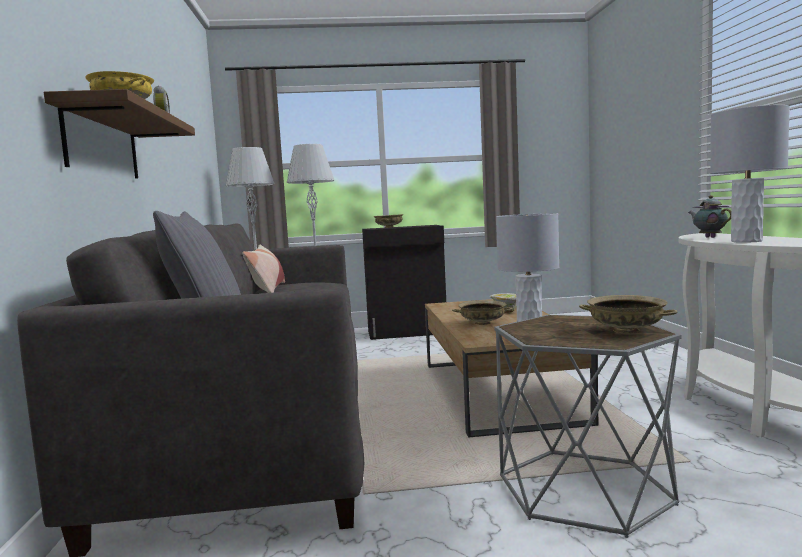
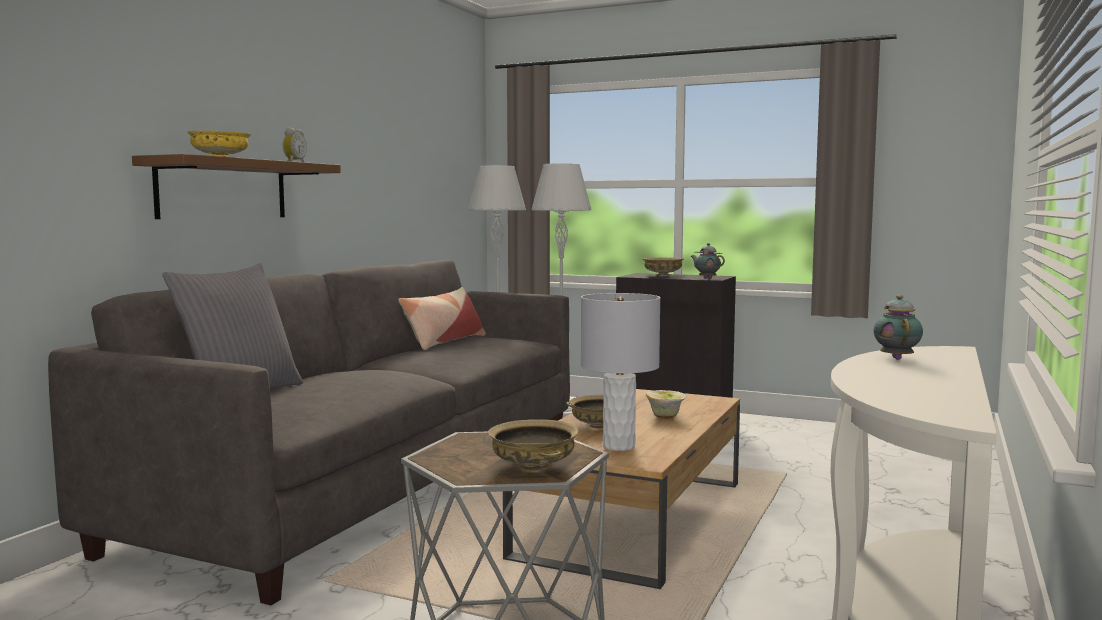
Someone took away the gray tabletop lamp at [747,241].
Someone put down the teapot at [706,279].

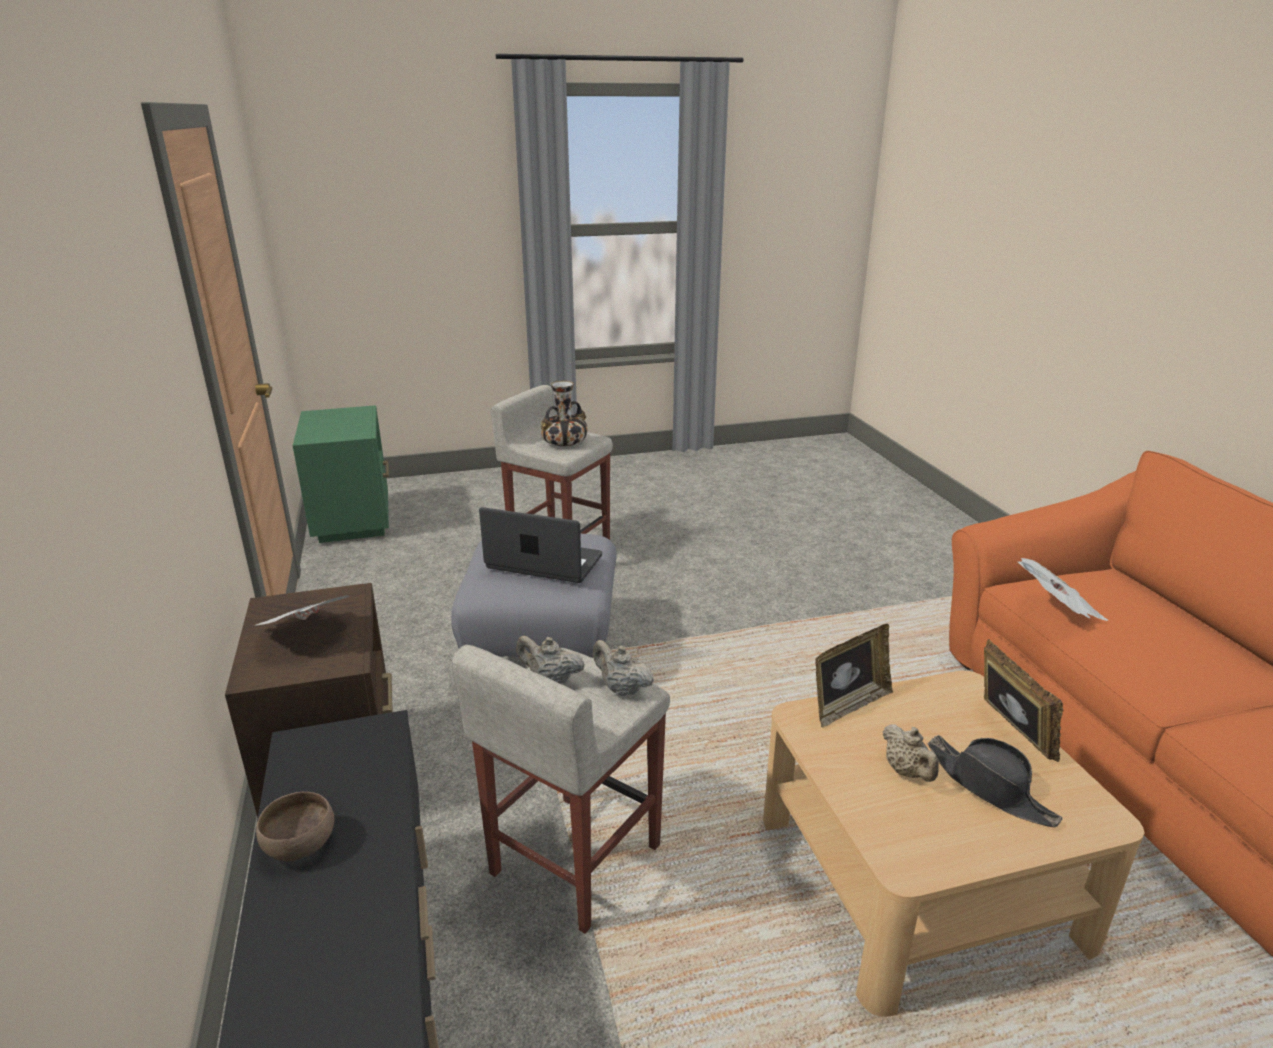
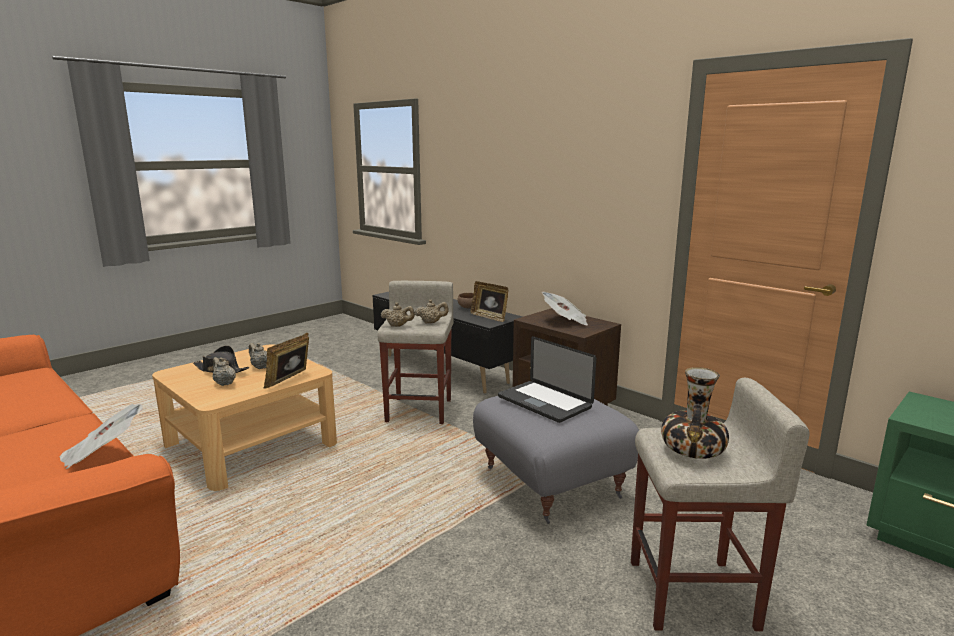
Someone rotated the portable computer at [544,562] by 60 degrees clockwise.
Someone carried the picture frame from [1010,732] to [489,317].
Someone put down the sand-coloured teapot at [224,383].

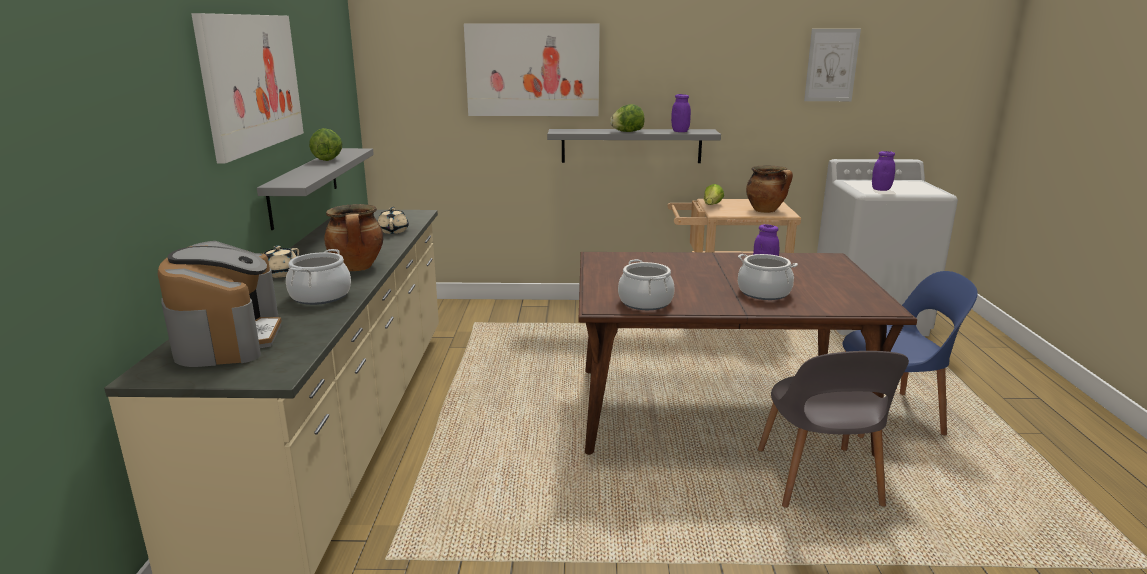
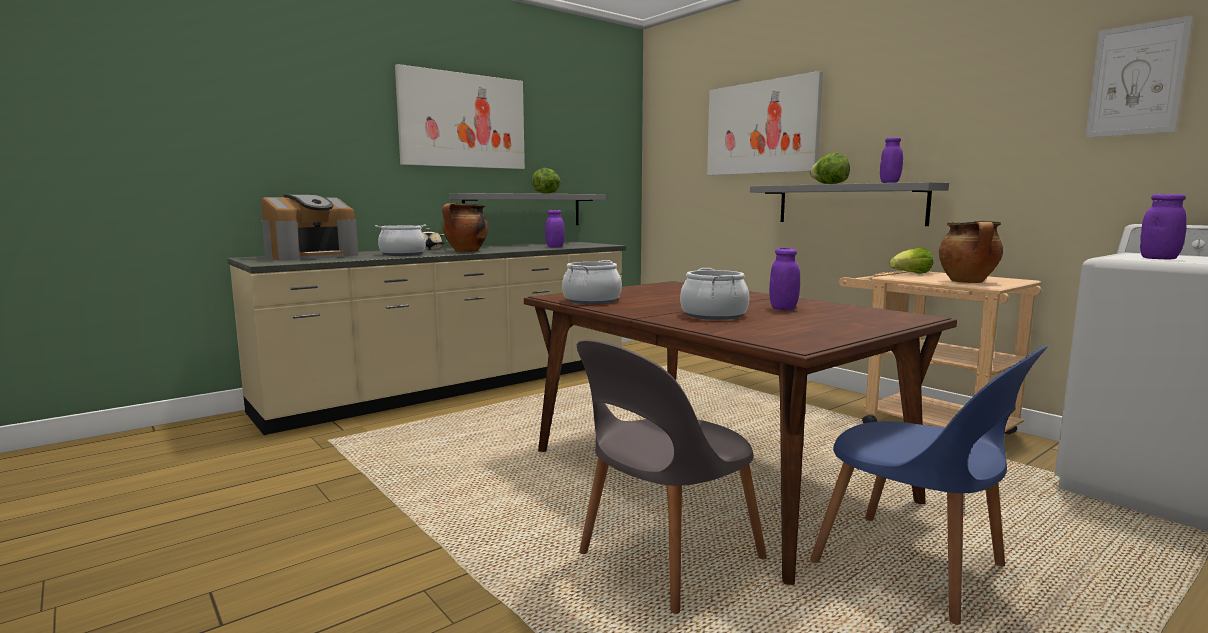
Someone swapped the sand-coloured teapot at [393,231] for the purple preserve jar at [555,247].

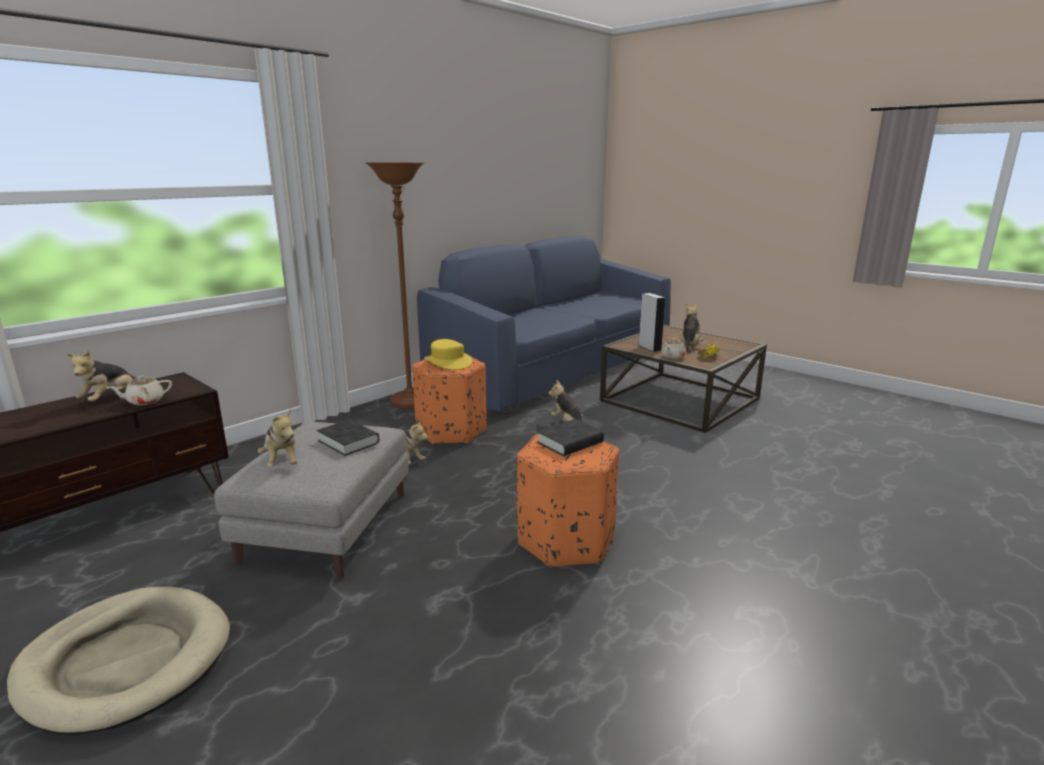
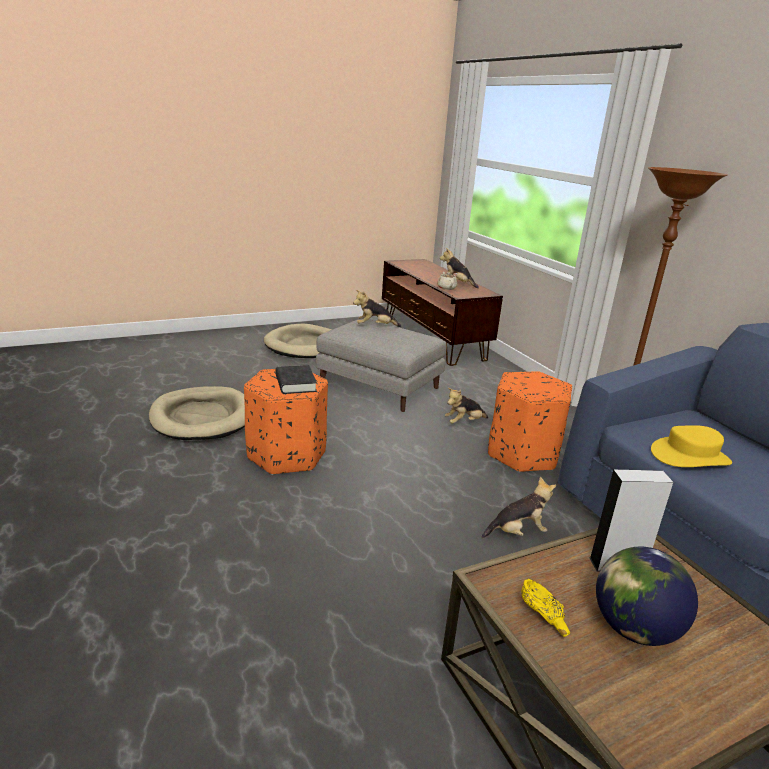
Someone swapped the cuddly toy at [689,345] for the globe at [633,628].
Someone took away the sand-coloured teapot at [672,357].
Someone carried the yellowish hat from [448,362] to [690,456].
Someone took away the black-coloured book at [348,442].
Someone put down the sand-coloured pet bed at [202,417].

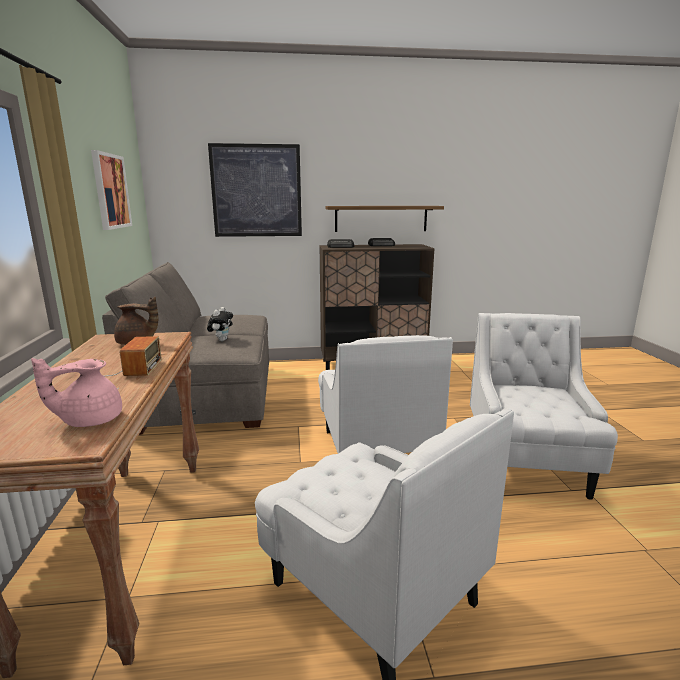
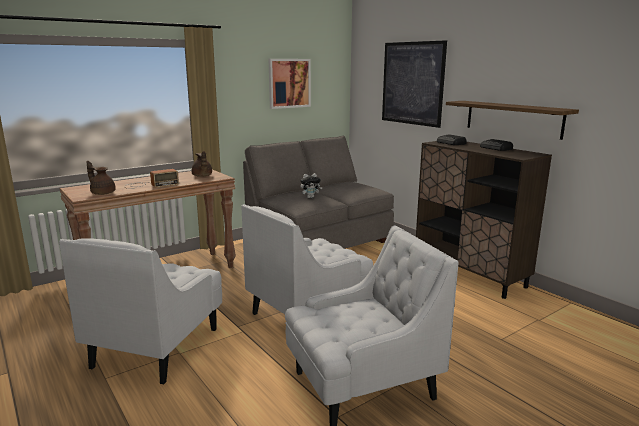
Someone repainted the pink-coloured teapot at [90,420], which became the brownish teapot at [102,193].

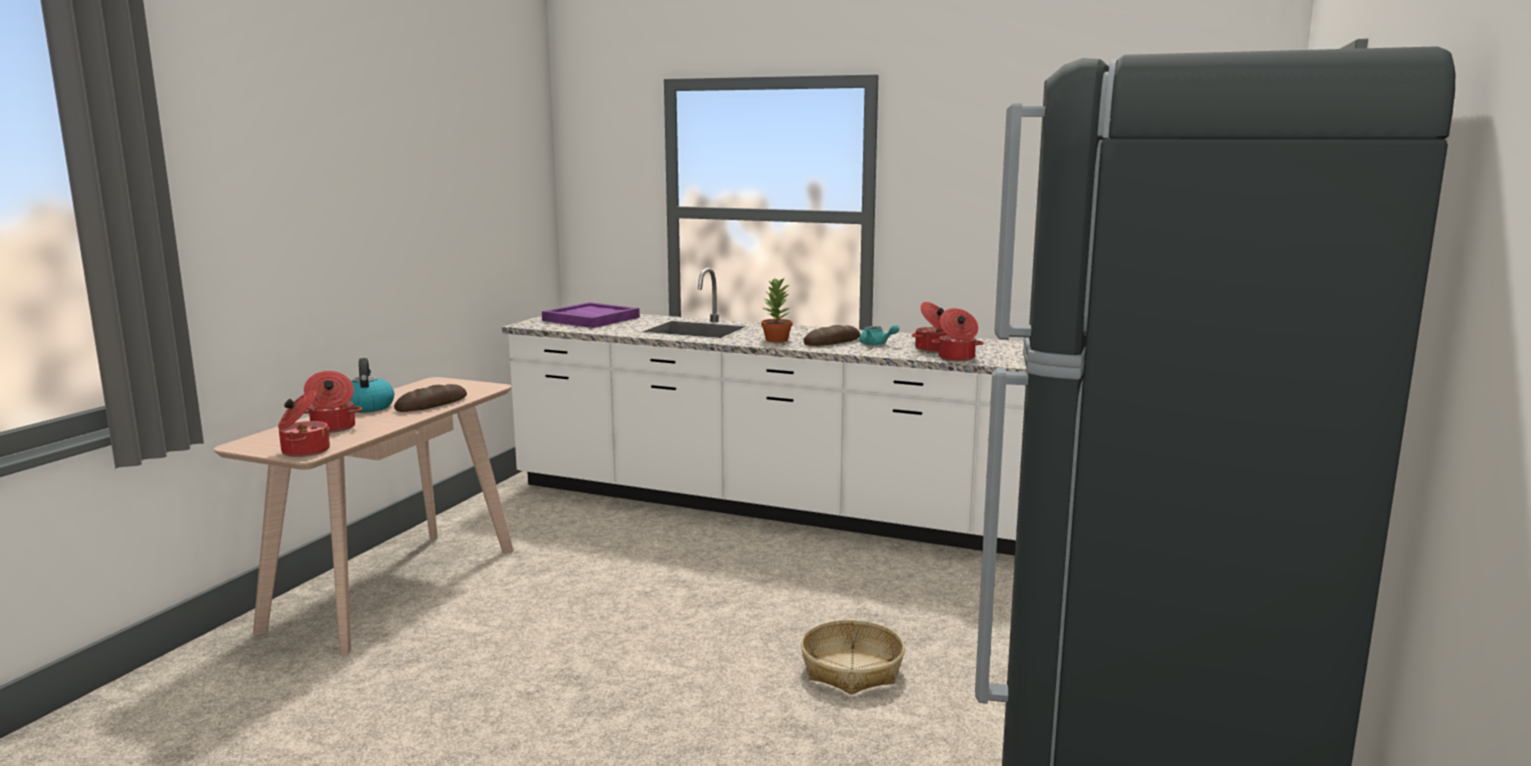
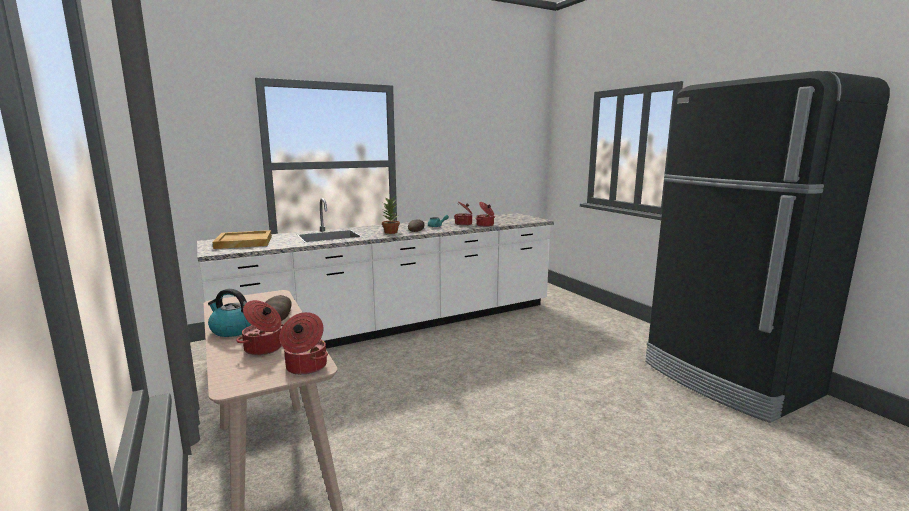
Someone repainted the purple carrying tray at [590,319], which became the sand-coloured carrying tray at [243,242].
Someone took away the basket at [852,669].

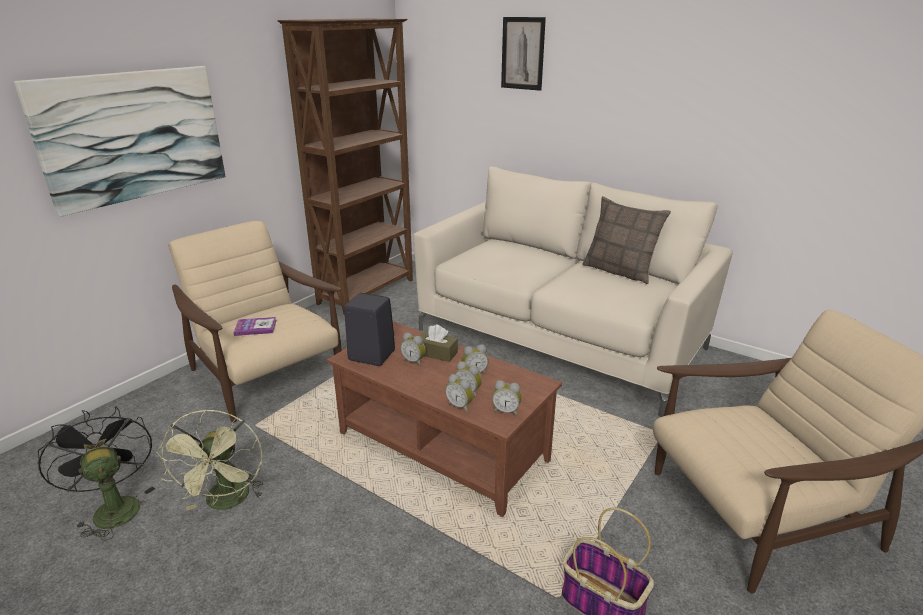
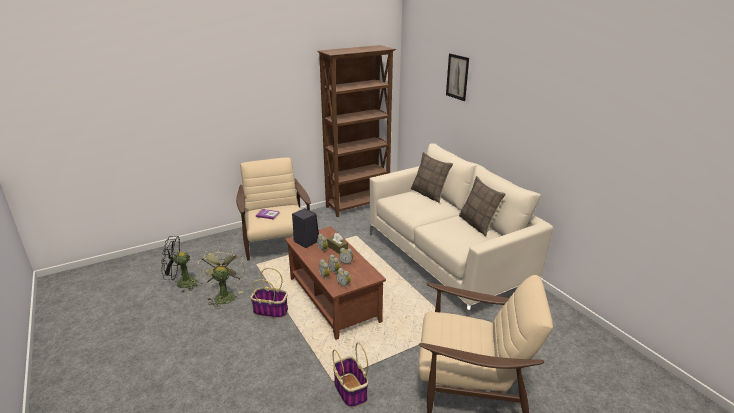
Someone took away the wall picture at [133,135].
Someone rotated the black-coloured electric fan at [113,507] by 90 degrees counterclockwise.
Someone rotated the green electric fan at [227,503] by 150 degrees clockwise.
Someone put down the cushion at [429,194].
Someone put down the basket at [271,311].

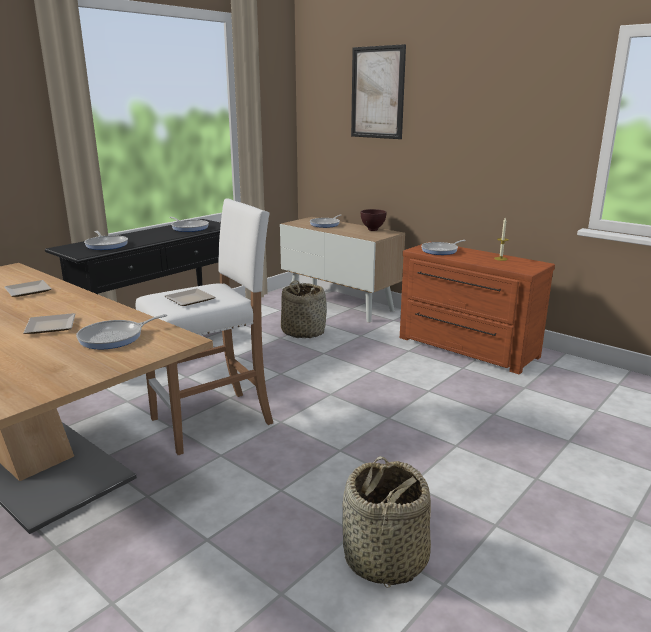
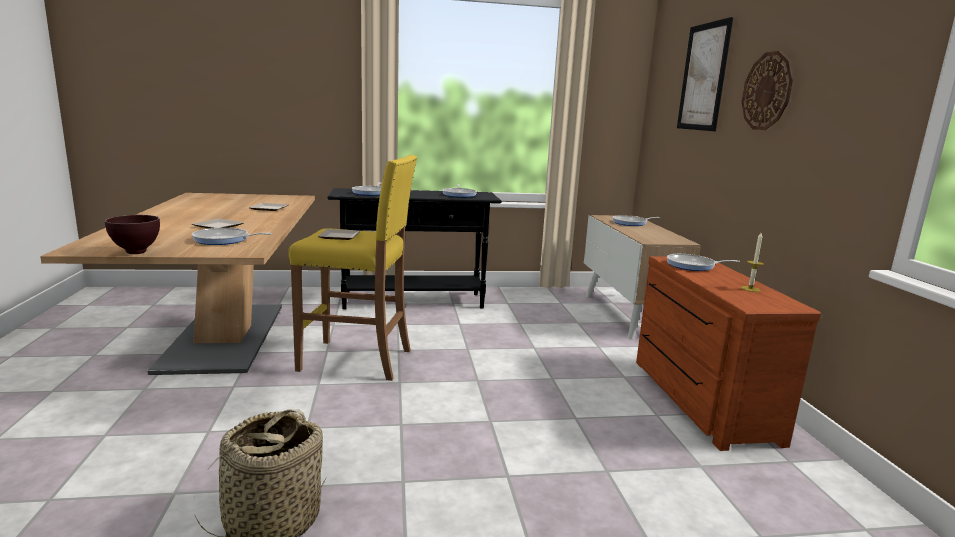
Someone repainted the white sitting stool at [213,421], which became the yellowish sitting stool at [357,360].
Someone carried the brownish serving bowl from [373,230] to [135,253].
Someone took away the basket at [303,332].
Someone put up the clock on the wall at [767,91].

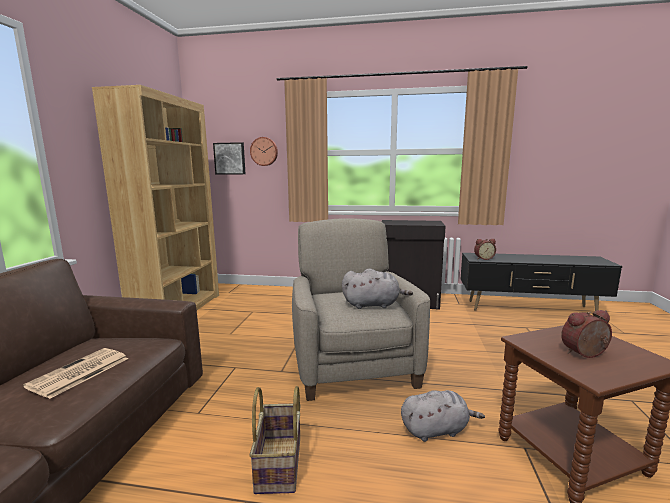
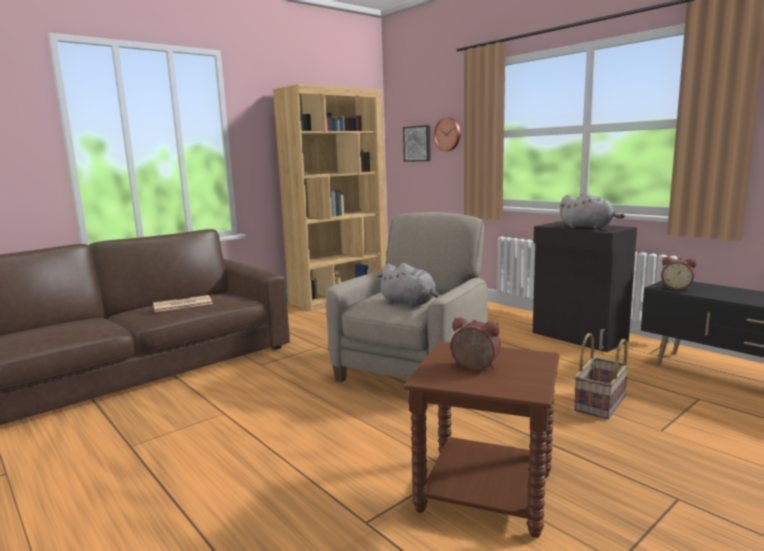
Someone carried the basket from [280,464] to [601,404].
Someone carried the gray cuddly toy from [436,430] to [588,227].

